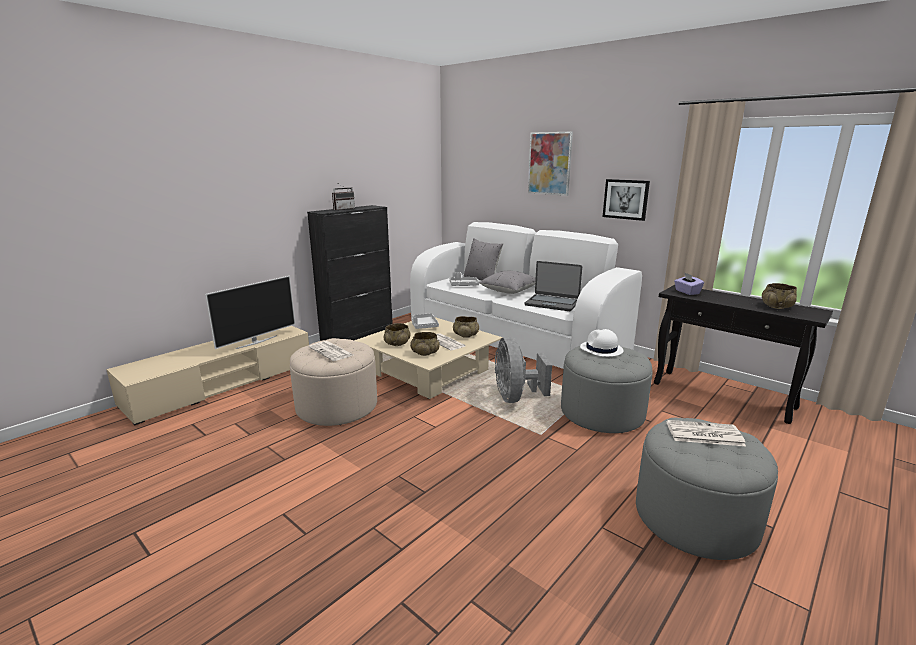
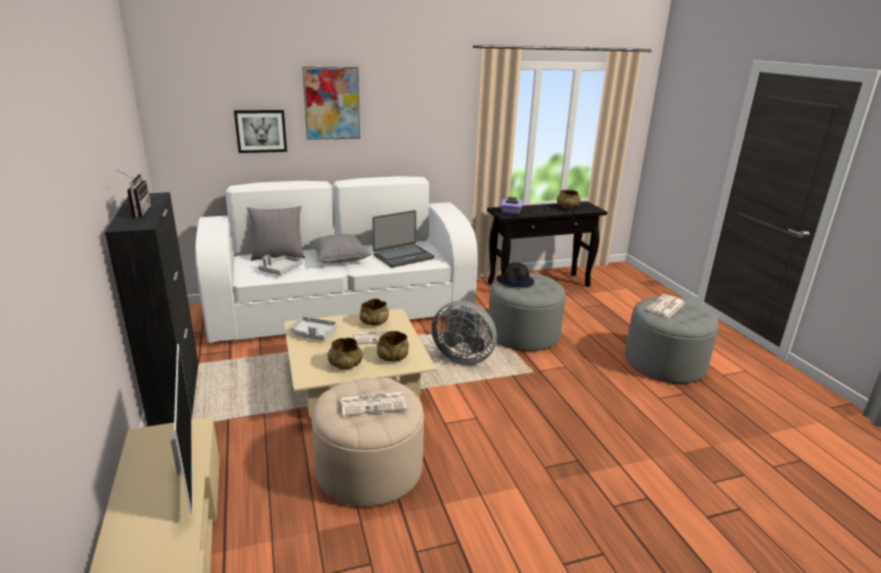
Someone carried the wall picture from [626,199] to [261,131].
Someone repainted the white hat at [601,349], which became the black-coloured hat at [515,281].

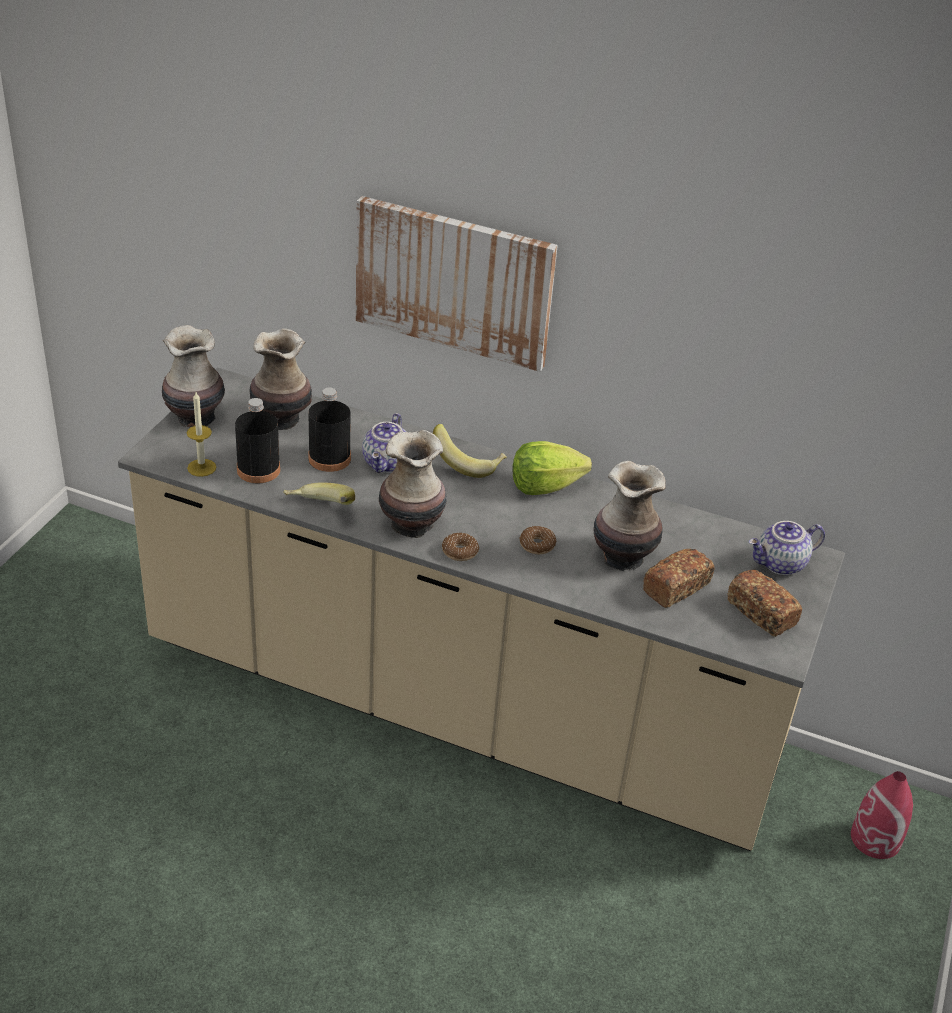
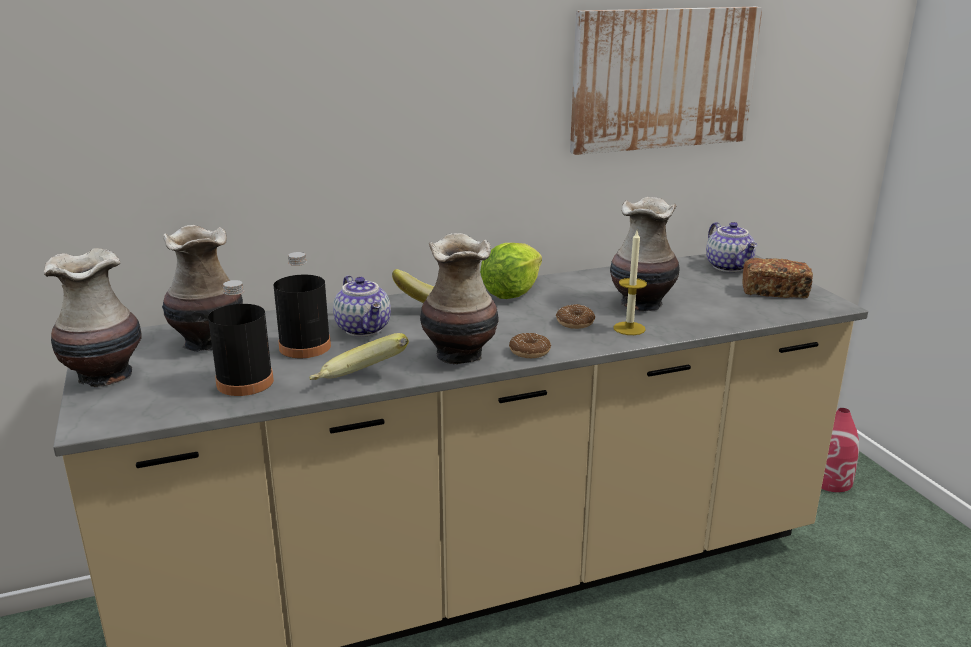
Someone carried the wall picture from [454,282] to [663,79].
Someone carried the wax candle from [201,467] to [629,328].
Someone rotated the teapot at [781,564] by 45 degrees counterclockwise.
Someone took away the bread at [676,587].

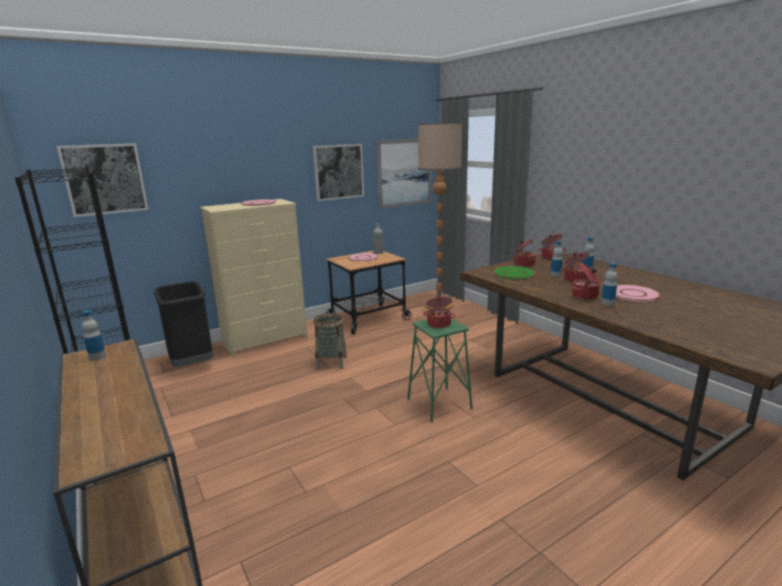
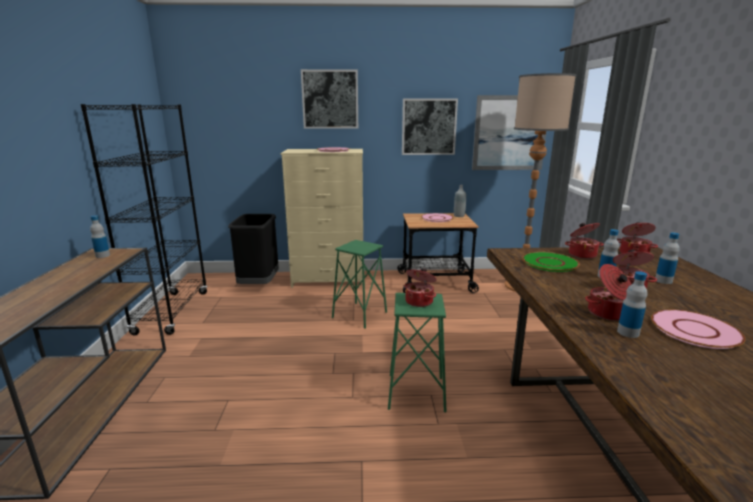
Someone carried the wall picture from [105,179] to [330,99].
Someone swapped the basket at [331,362] for the green sitting stool at [359,315].

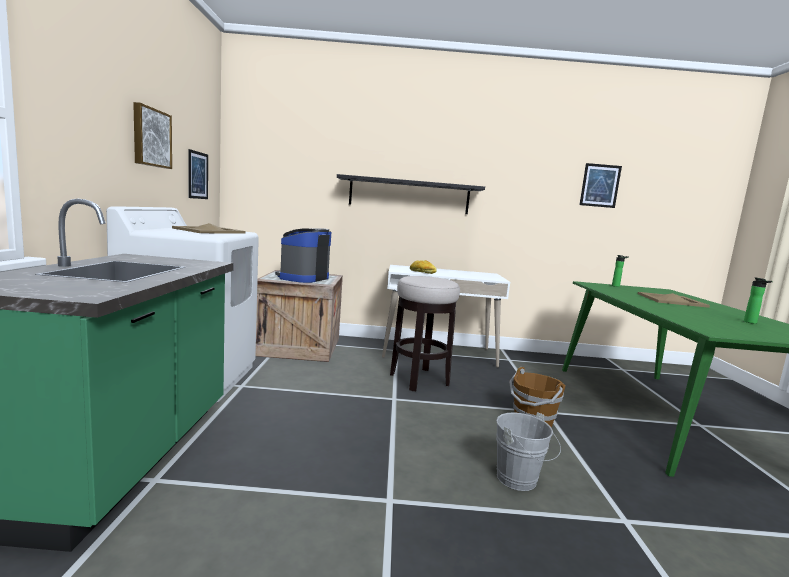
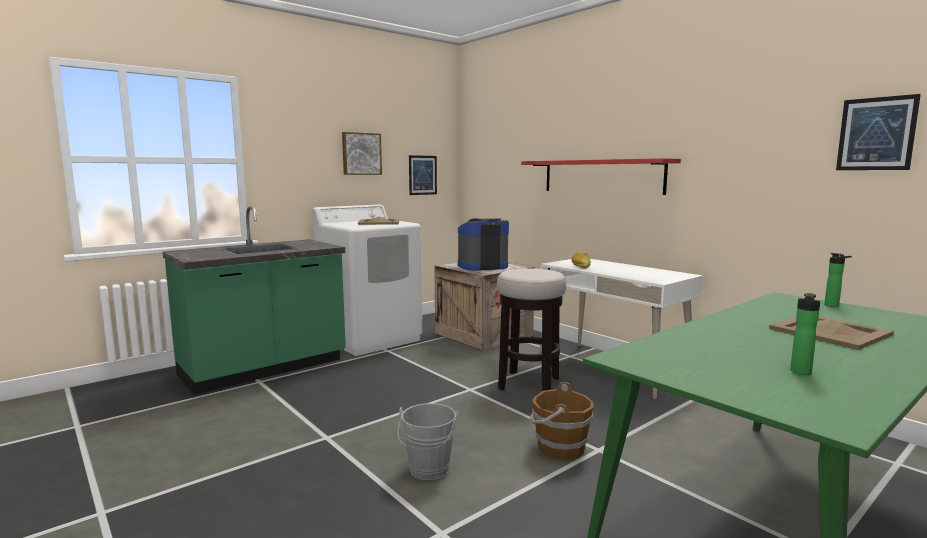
Someone repainted the black-coloured bracket shelf at [409,195], which became the reddish bracket shelf at [601,176].

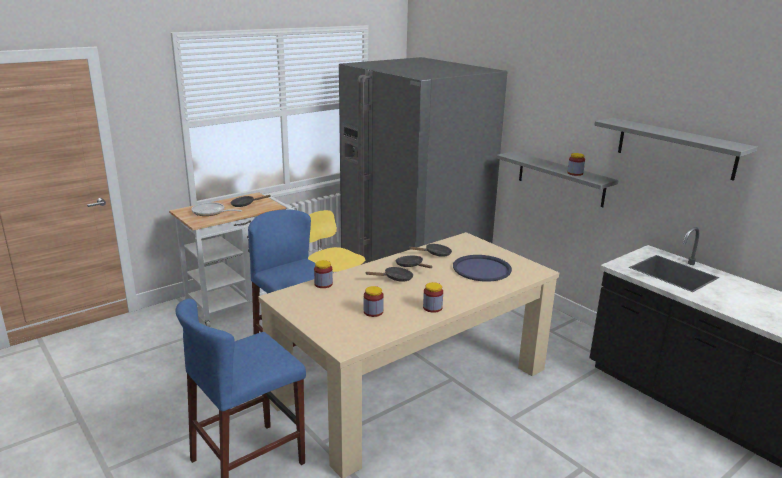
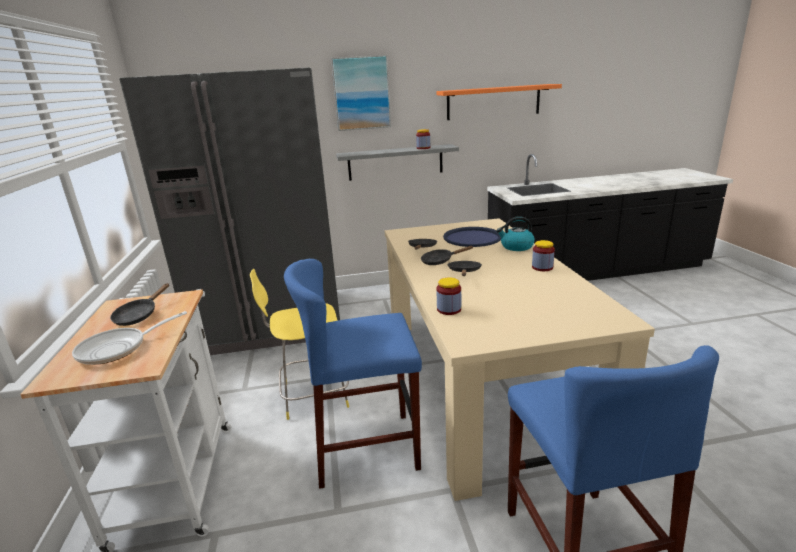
Someone repainted the gray bracket shelf at [675,148], which became the orangey bracket shelf at [493,102].
Someone took away the preserve jar at [373,312].
Someone put up the wall picture at [361,93].
Someone put down the water kettle at [516,247].

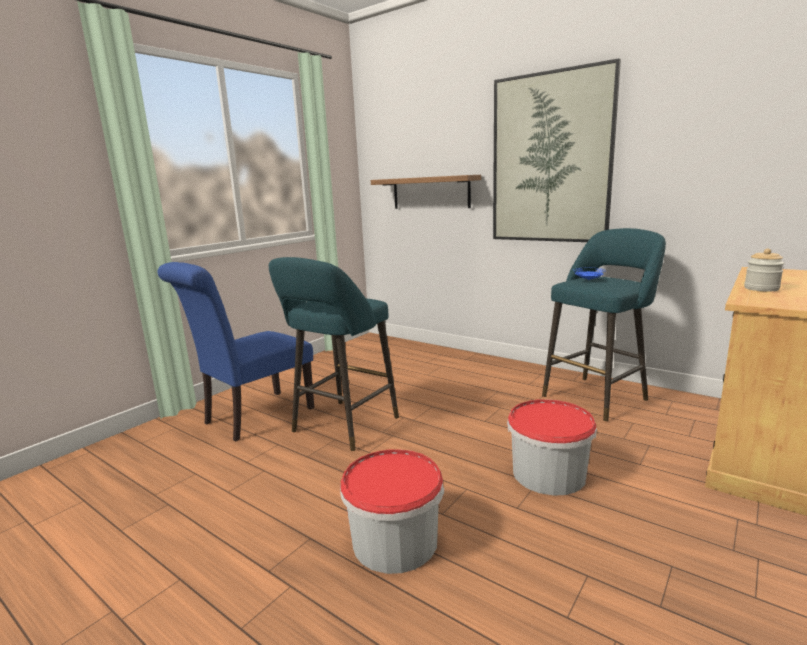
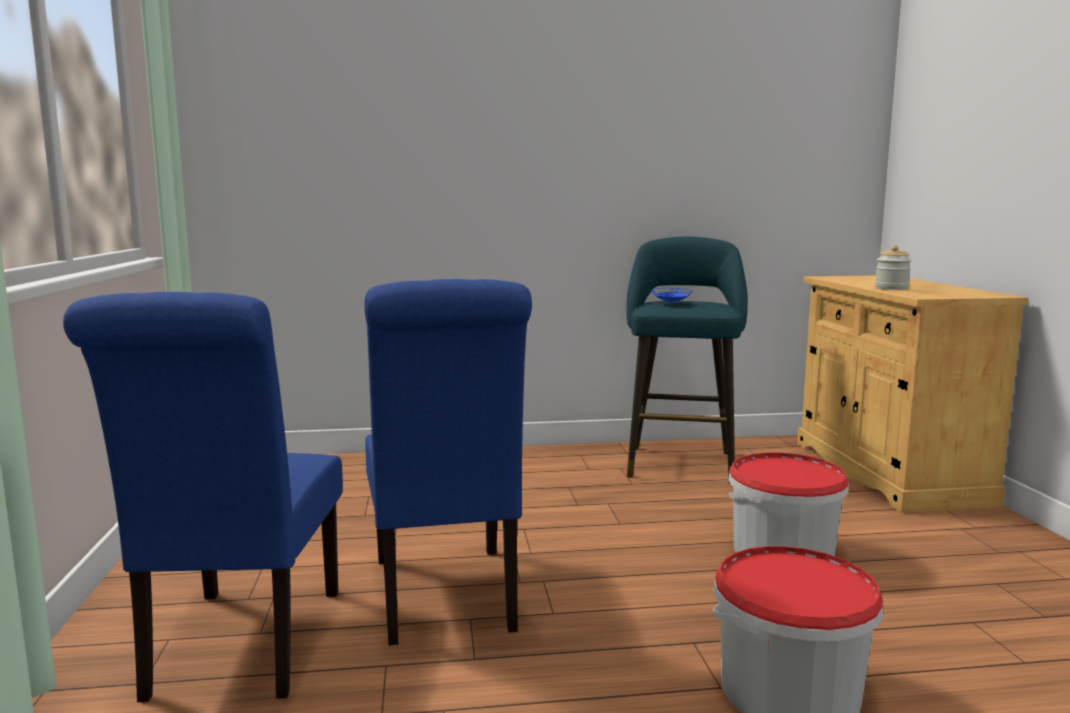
Someone took away the wall picture at [550,159].
Someone took away the bracket shelf at [430,192].
Someone swapped the turquoise sitting stool at [342,427] for the blue-coloured chair at [446,599].

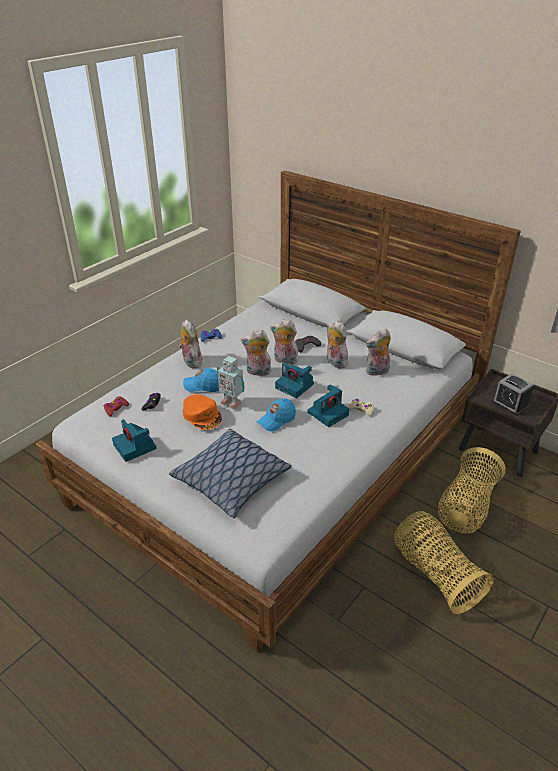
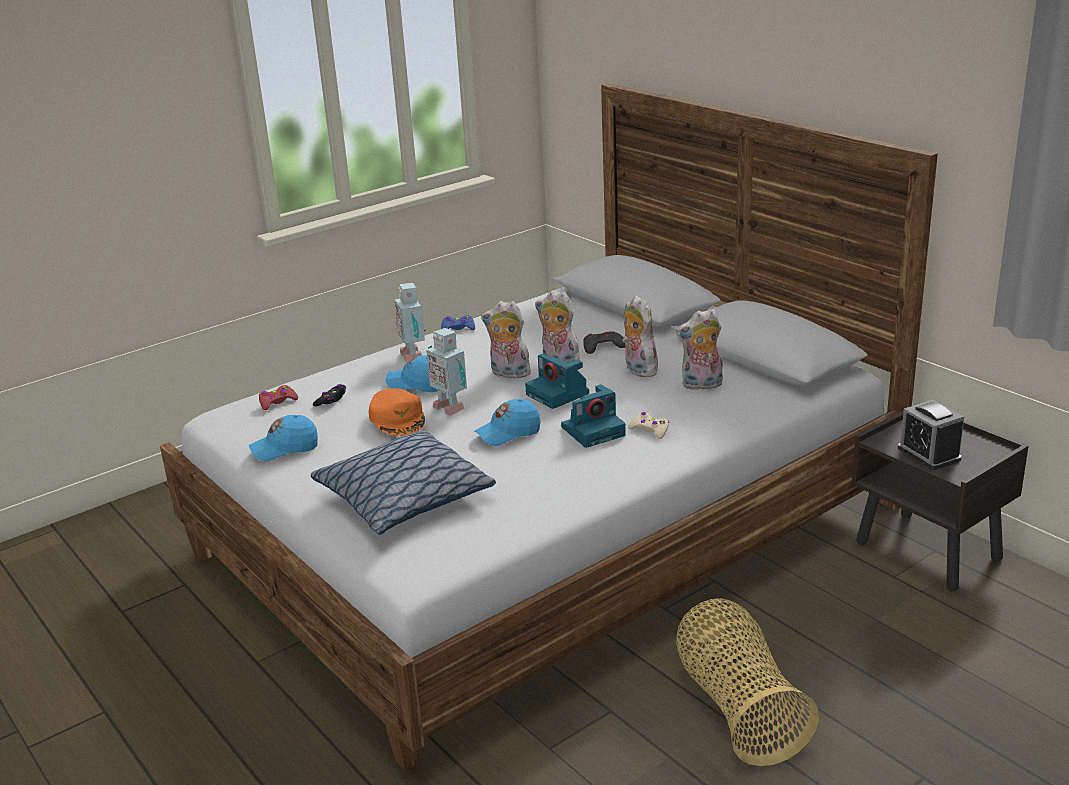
Someone swapped the cuddly toy at [190,362] for the robot figure at [413,355].
Someone swapped the photo camera at [135,447] for the blue-coloured cap at [285,449].
Someone took away the basket at [466,507].

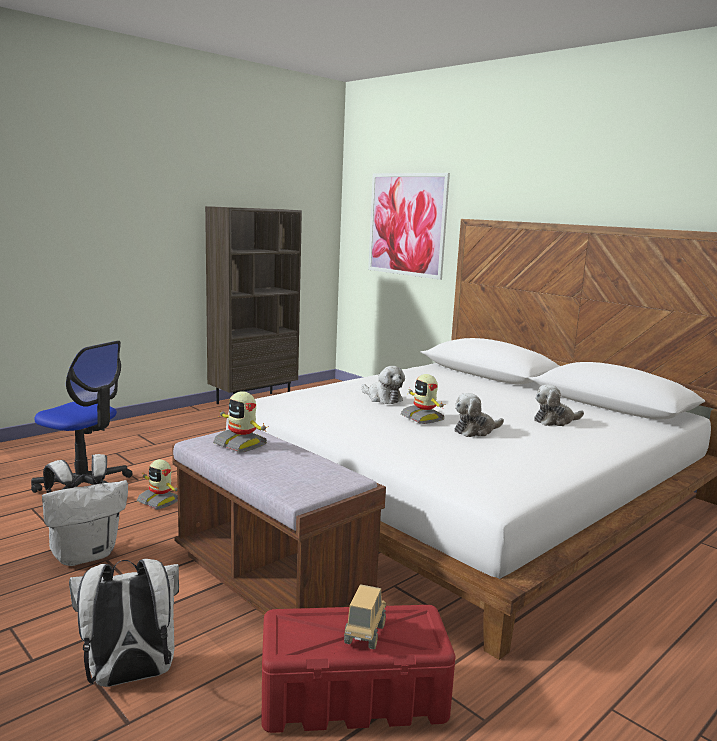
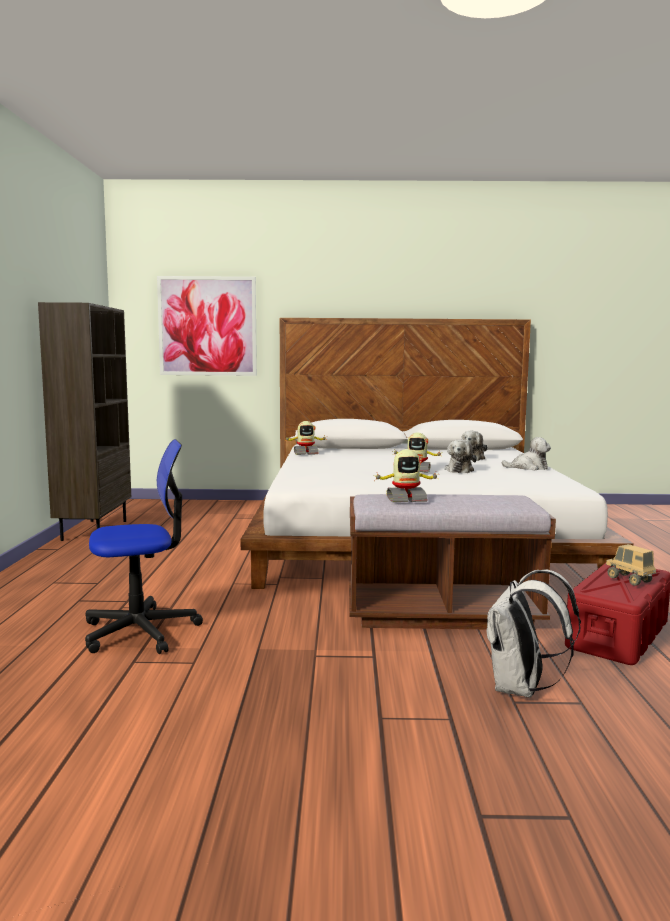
Someone carried the cuddly toy from [382,398] to [528,468].
Someone took away the white rucksack at [86,554].
Someone carried the robot figure from [160,501] to [305,453].

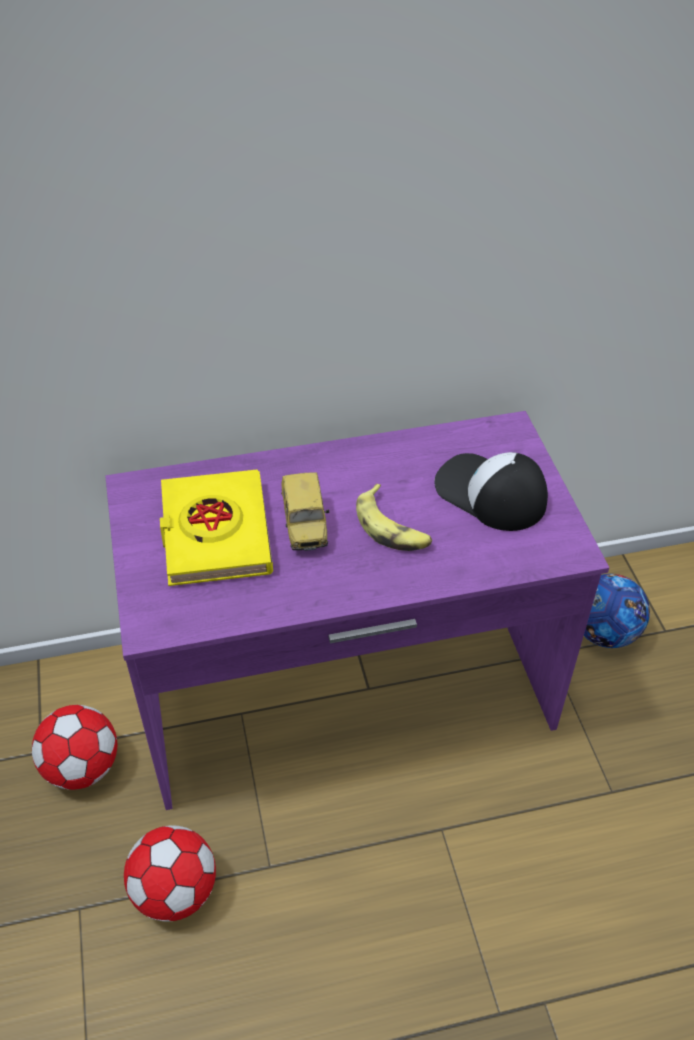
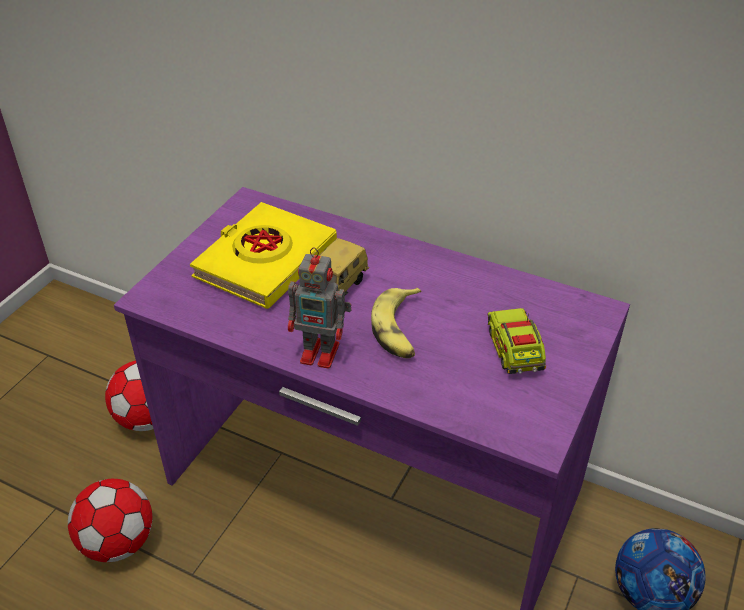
Someone swapped the cap at [490,493] for the toy lorry at [514,350].
Someone put down the robot figure at [322,353].

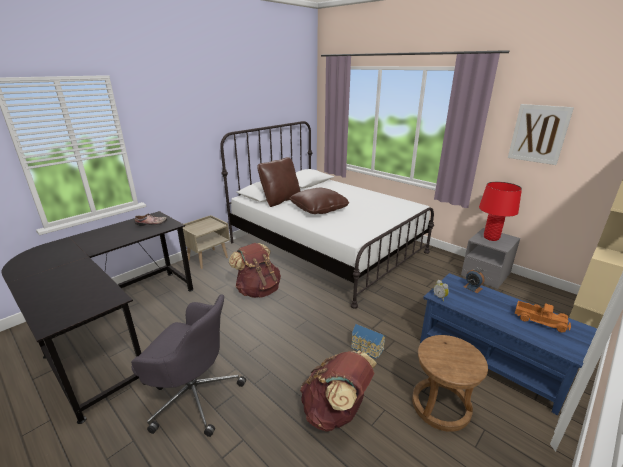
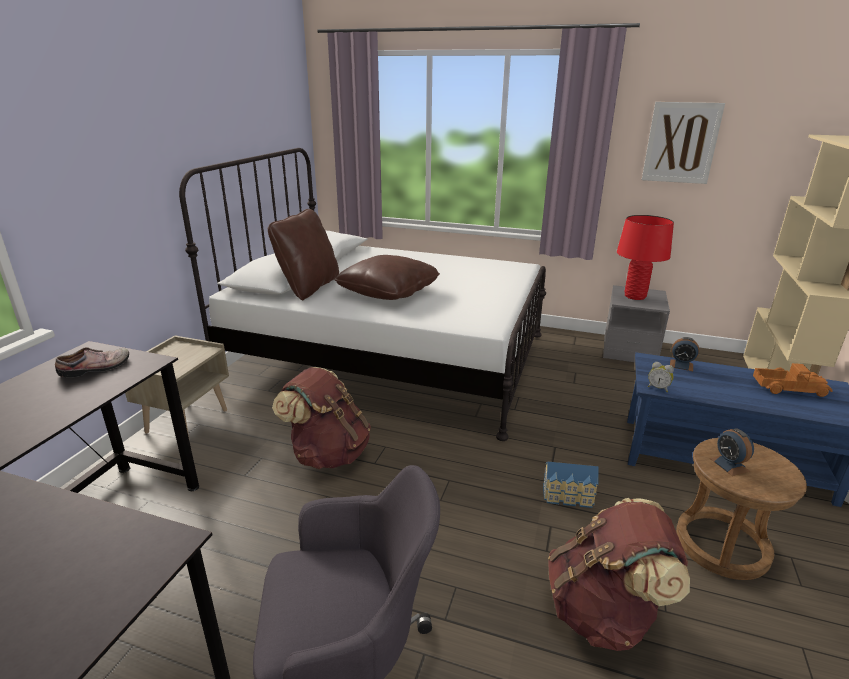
Someone put down the table clock at [729,464].

